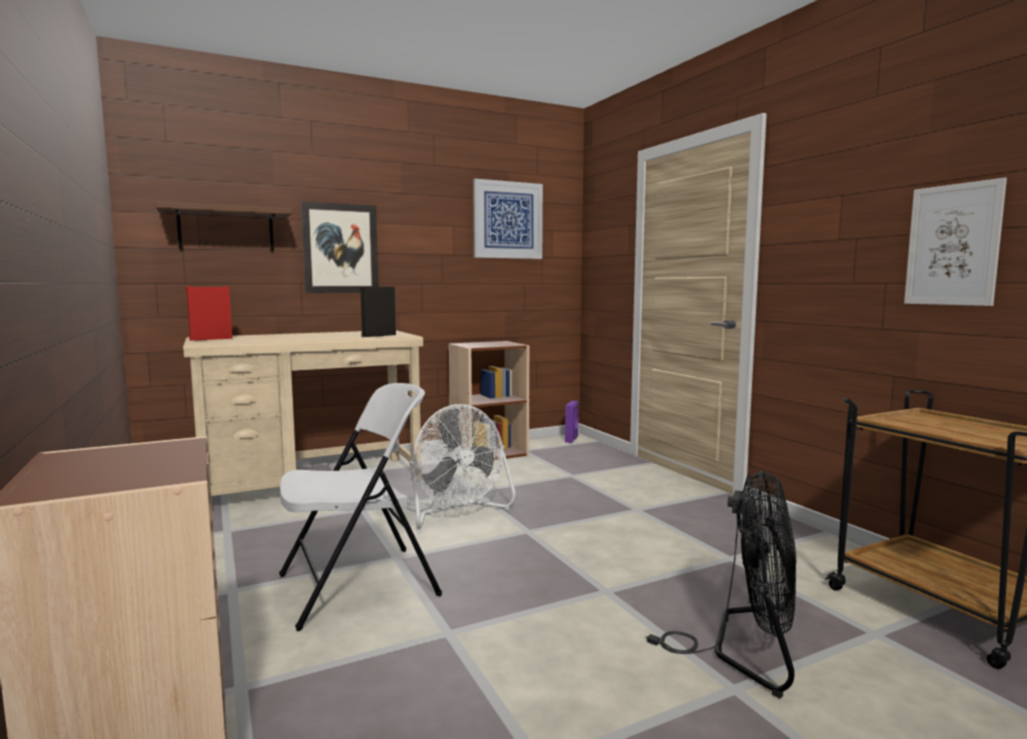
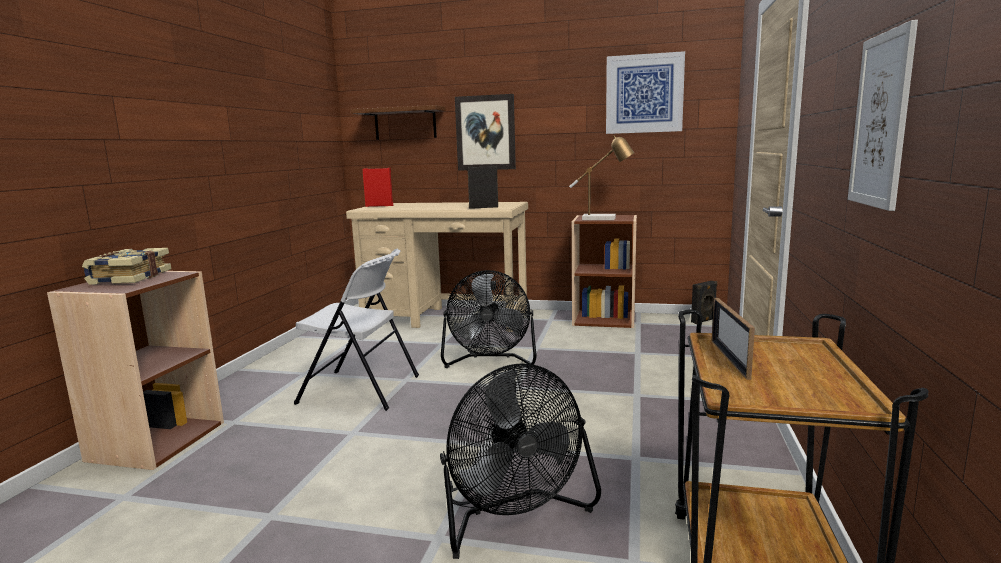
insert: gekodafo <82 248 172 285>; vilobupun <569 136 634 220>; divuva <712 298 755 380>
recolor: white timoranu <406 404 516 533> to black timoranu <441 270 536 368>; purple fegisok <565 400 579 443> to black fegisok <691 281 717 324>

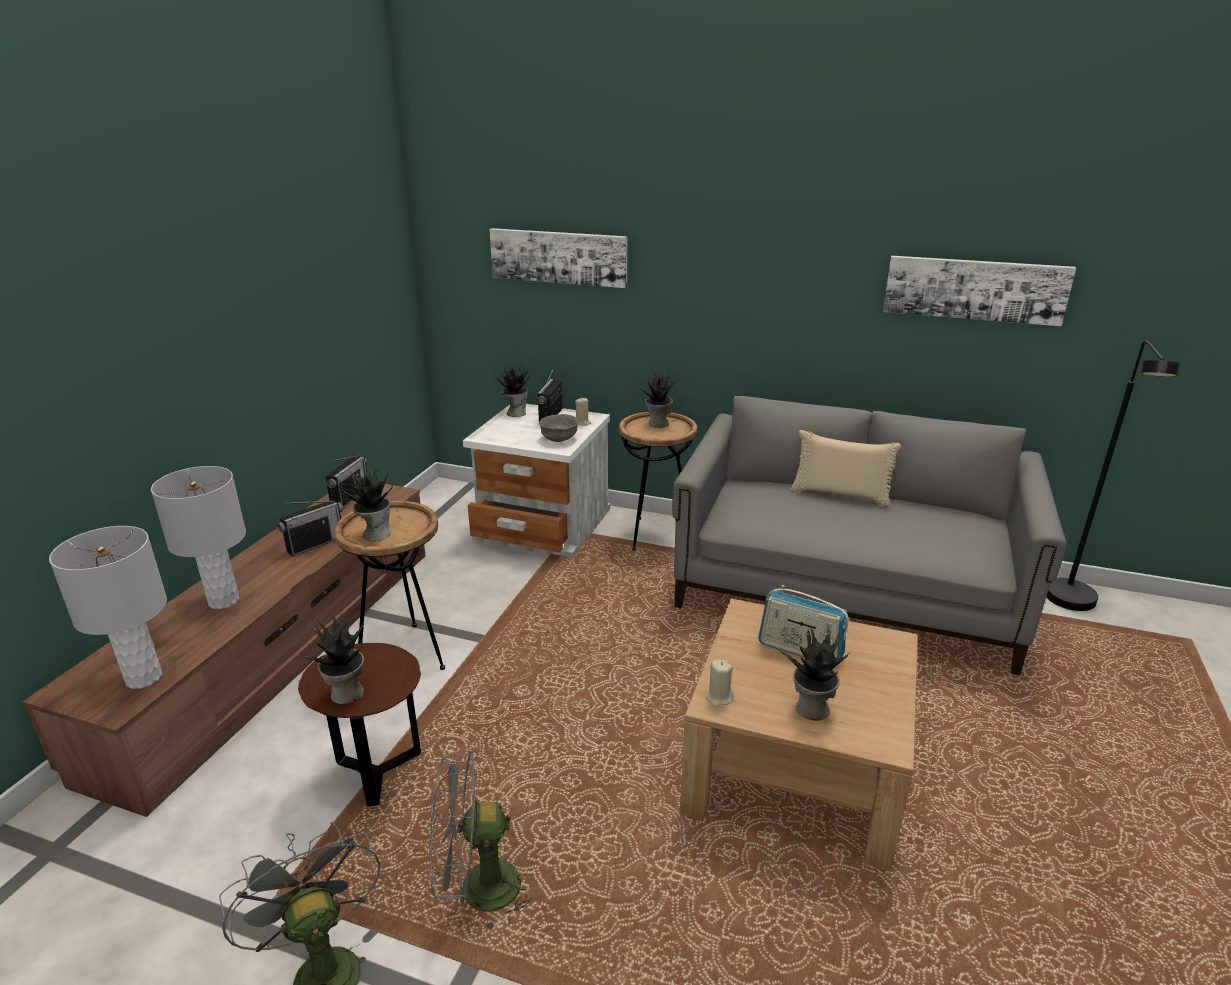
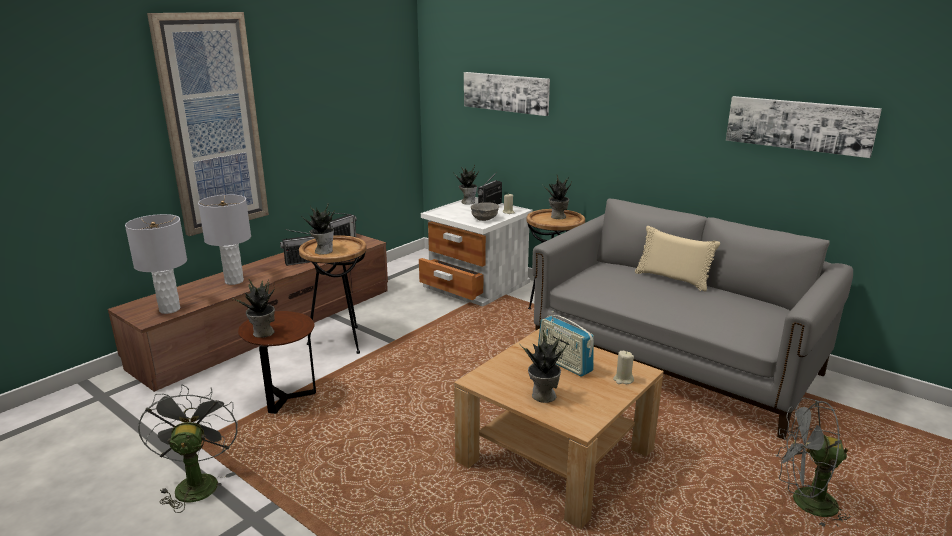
delete: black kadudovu <1046 340 1180 611>
insert: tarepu <147 12 269 236>
move: grey timoranu <429 752 532 933> to <776 398 851 527>; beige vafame <706 660 734 707> to <613 351 634 384>

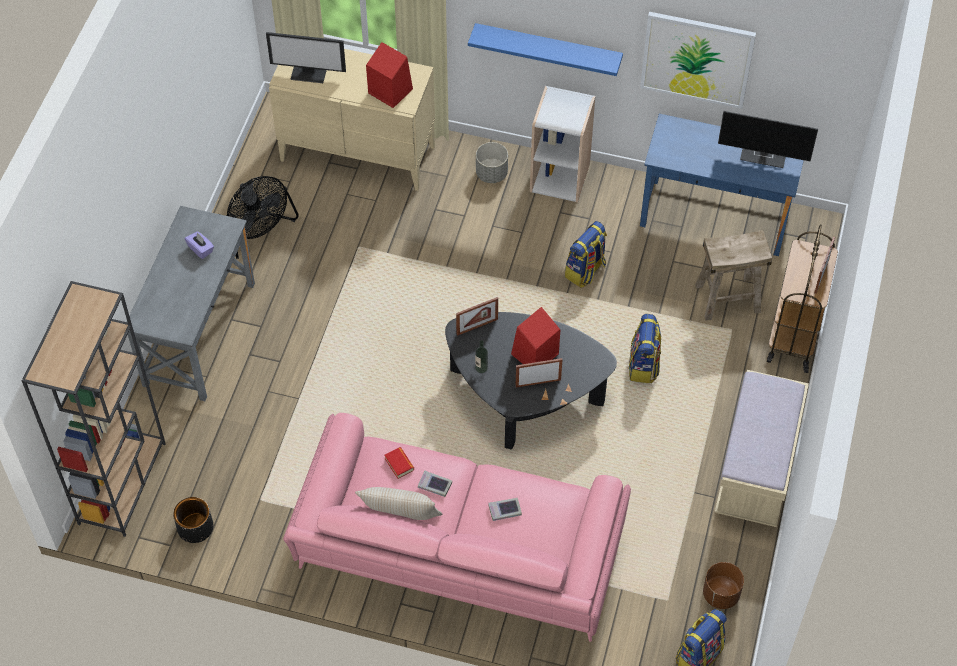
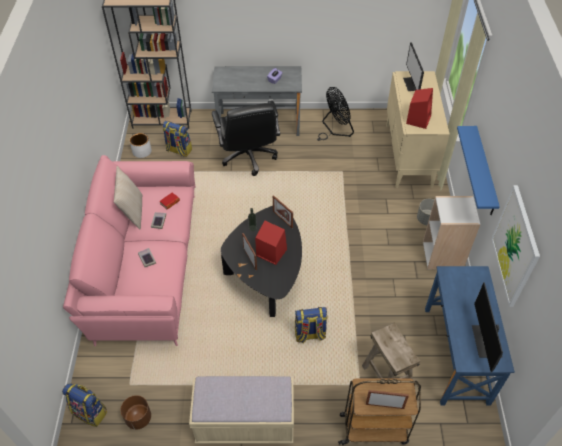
insert: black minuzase <212 100 280 176>
move: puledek <565 221 607 288> to <163 121 192 157>
recolor: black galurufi <173 497 213 543> to white galurufi <129 133 152 158>
rotate: black timoranu <220 176 299 259> = <317 87 354 141> 150 degrees counterclockwise

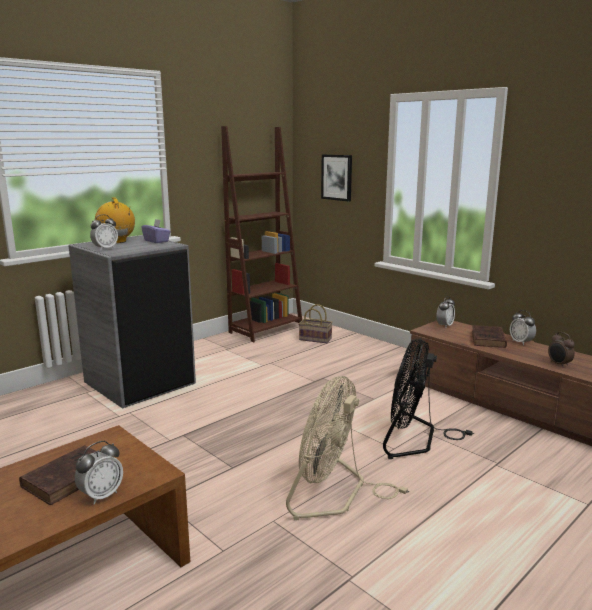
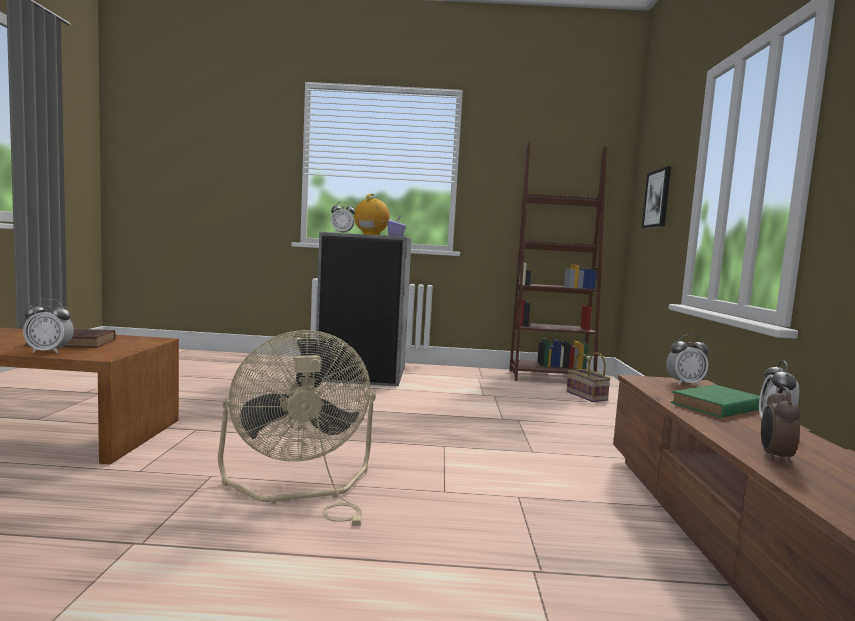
delete: black timoranu <383 338 474 460>
recolor: brown gekodafo <472 325 507 348> to green gekodafo <671 385 760 418>

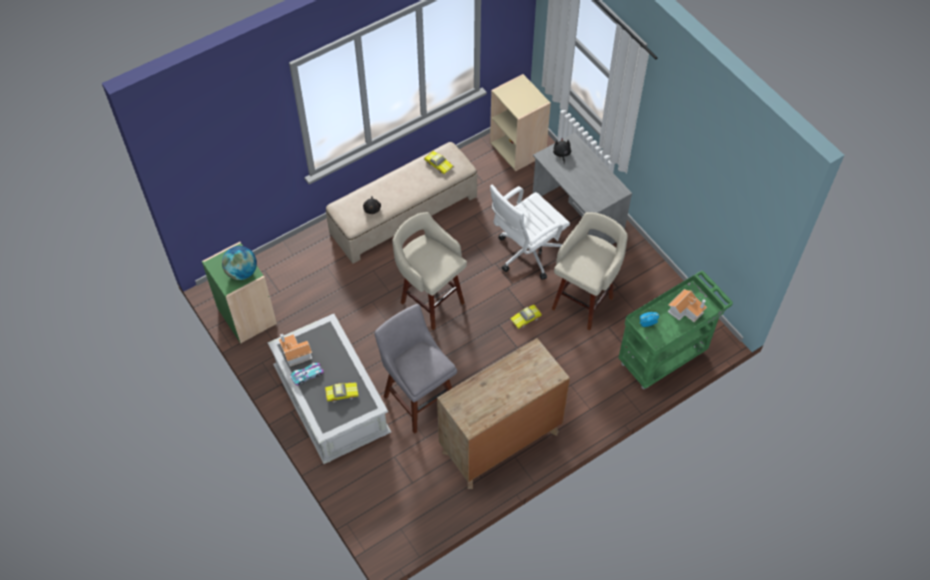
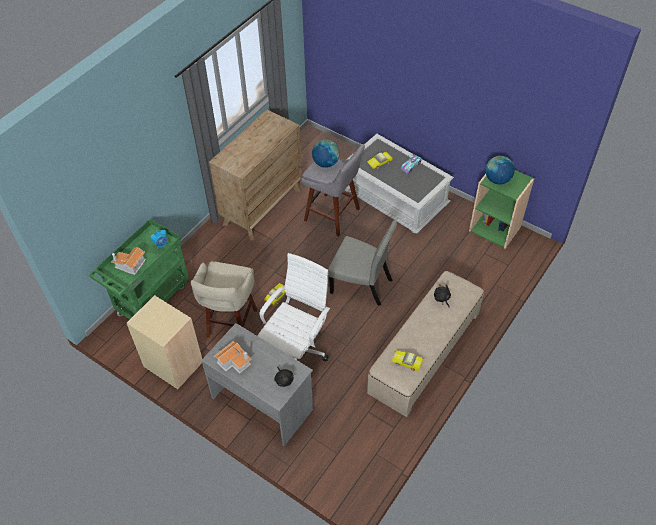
insert: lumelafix <312 140 340 168>
move: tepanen <279 334 312 367> to <214 341 252 374>; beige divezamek <490 74 551 171> to <127 295 202 389>
replace: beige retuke <392 212 467 331> to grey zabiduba <328 220 397 306>

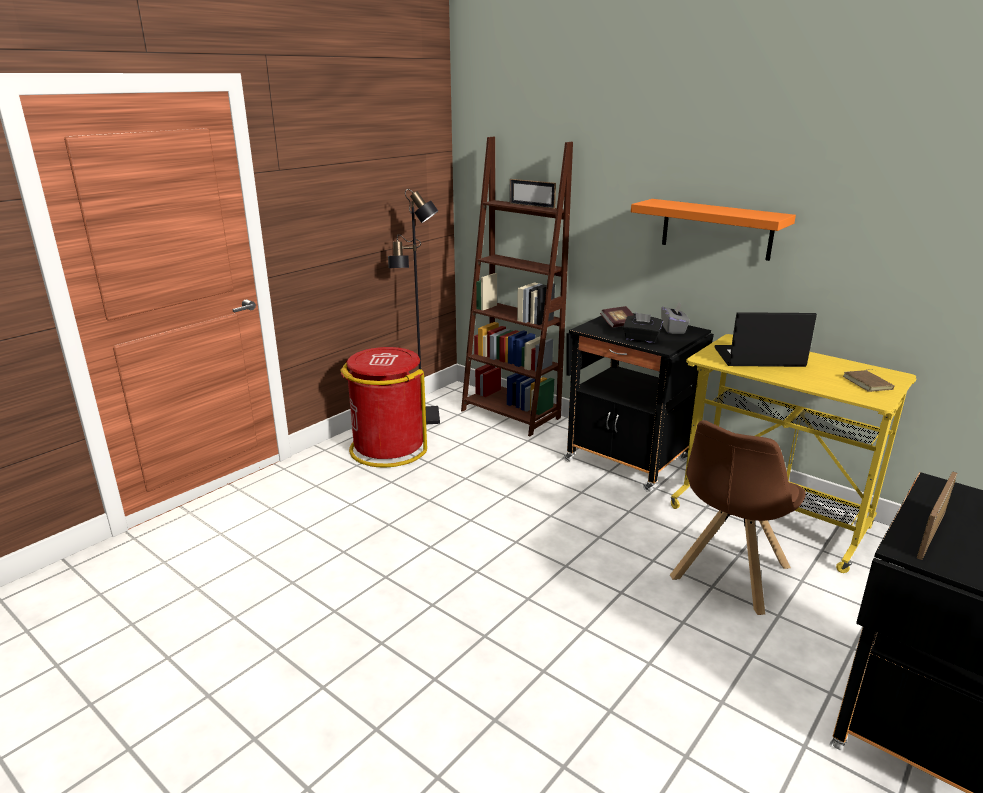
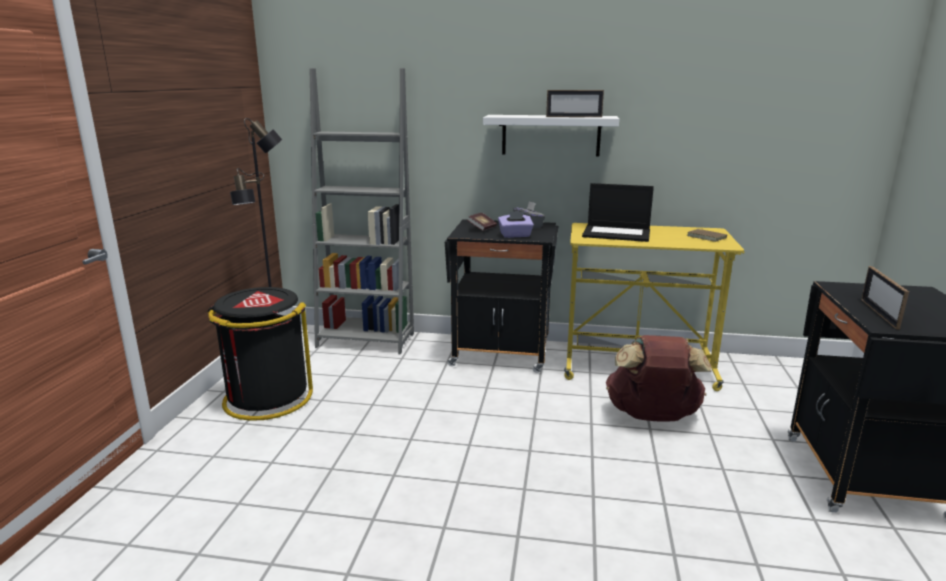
move: divuva <510 179 556 209> to <546 90 604 117>
replace: brown zabiduba <670 420 806 615> to brown puledek <606 335 712 422>
recolor: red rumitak <340 347 427 468> to black rumitak <207 287 313 421>; brown divezamek <461 137 573 436> to grey divezamek <309 68 414 354>; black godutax <623 312 663 343> to purple godutax <498 211 534 238>; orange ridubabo <631 199 796 261> to white ridubabo <483 115 619 156>
rotate: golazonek <715 312 817 367> = <582 183 654 242> 135 degrees counterclockwise

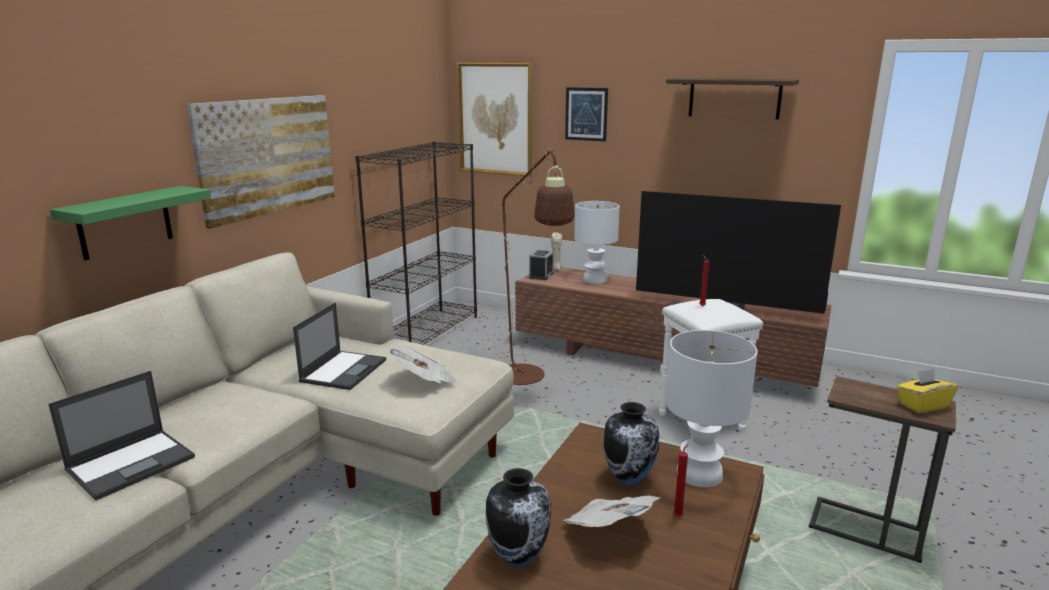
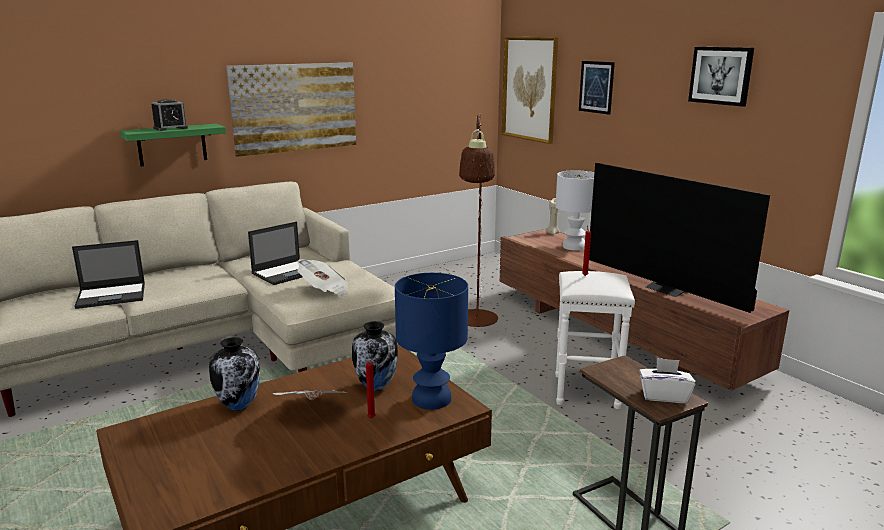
delete: black divezamek <355 142 477 345>
move: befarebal <529 250 554 280> to <151 99 188 131>
replace: ridubabo <666 78 799 119> to tarepu <688 47 754 107>
recolor: white vilobupun <666 330 758 487> to blue vilobupun <395 273 468 410>; yellow godutax <897 368 958 413> to white godutax <639 358 696 403>

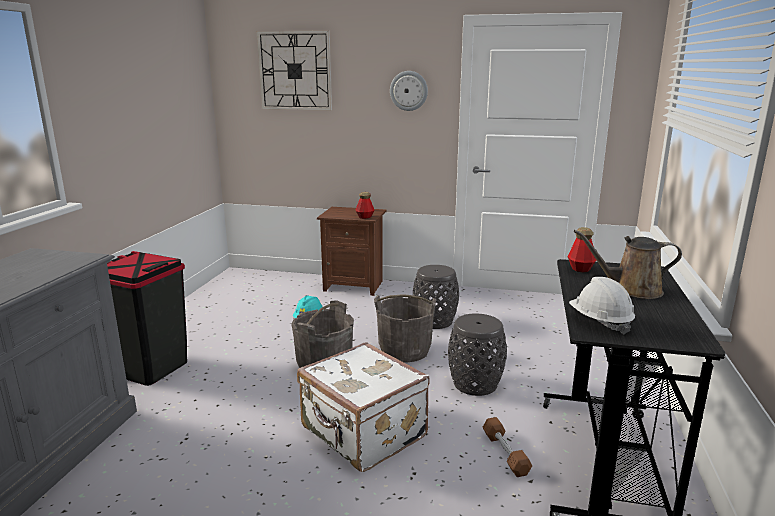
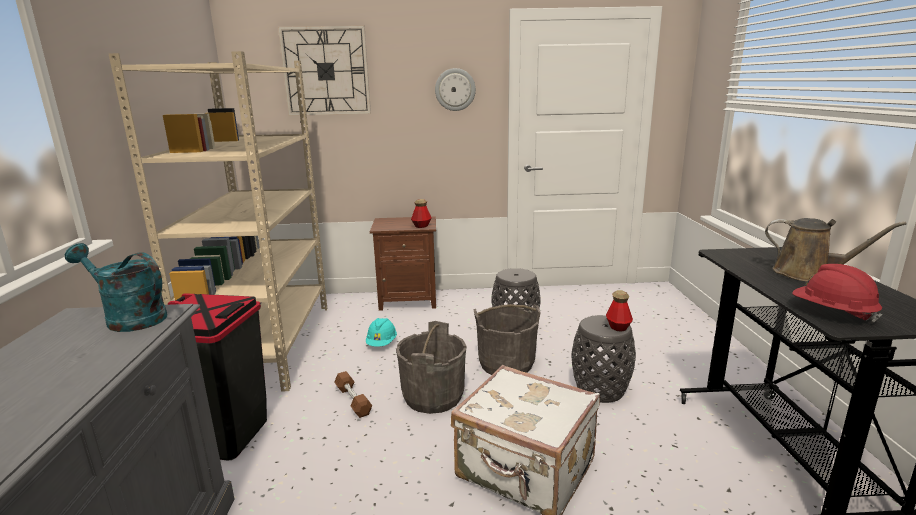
insert: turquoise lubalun <65 243 167 332>; beige divezamek <108 51 327 392>
move: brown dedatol <482 417 532 477> to <334 371 372 418>; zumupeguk <568 227 596 272> to <606 290 633 332>
recolor: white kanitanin <569 277 635 335> to red kanitanin <792 264 883 324>
rotate: brown lubalun <574 230 682 299> = <765 218 907 282> 135 degrees counterclockwise

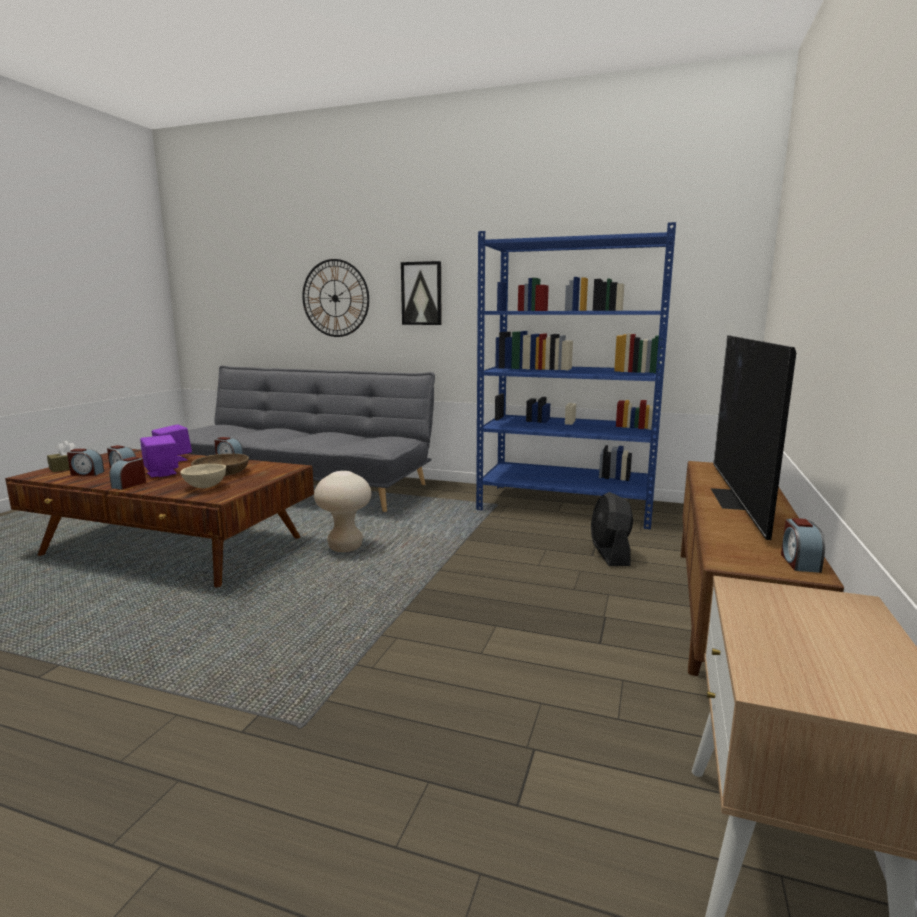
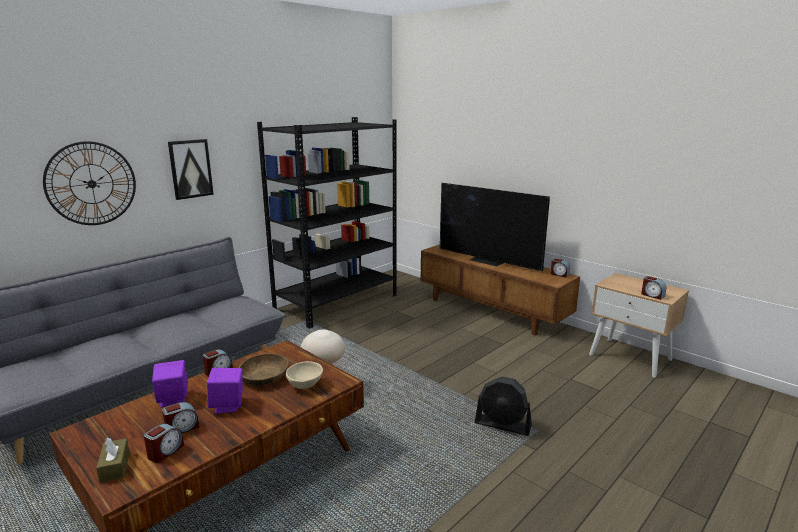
move: befarebal <109 457 146 490> to <641 276 666 300>; black timoranu <591 492 633 566> to <475 377 532 436>
recolor: blue divezamek <476 222 676 529> to black divezamek <257 117 396 329>

